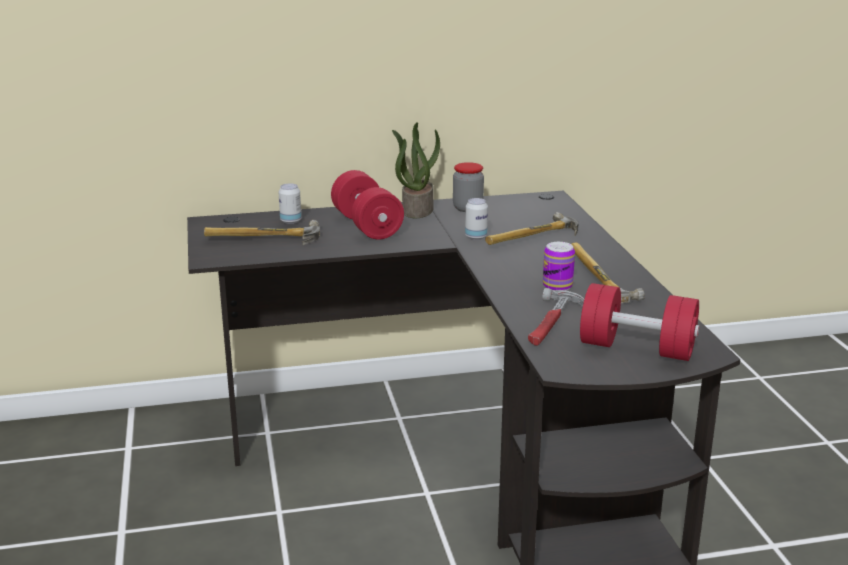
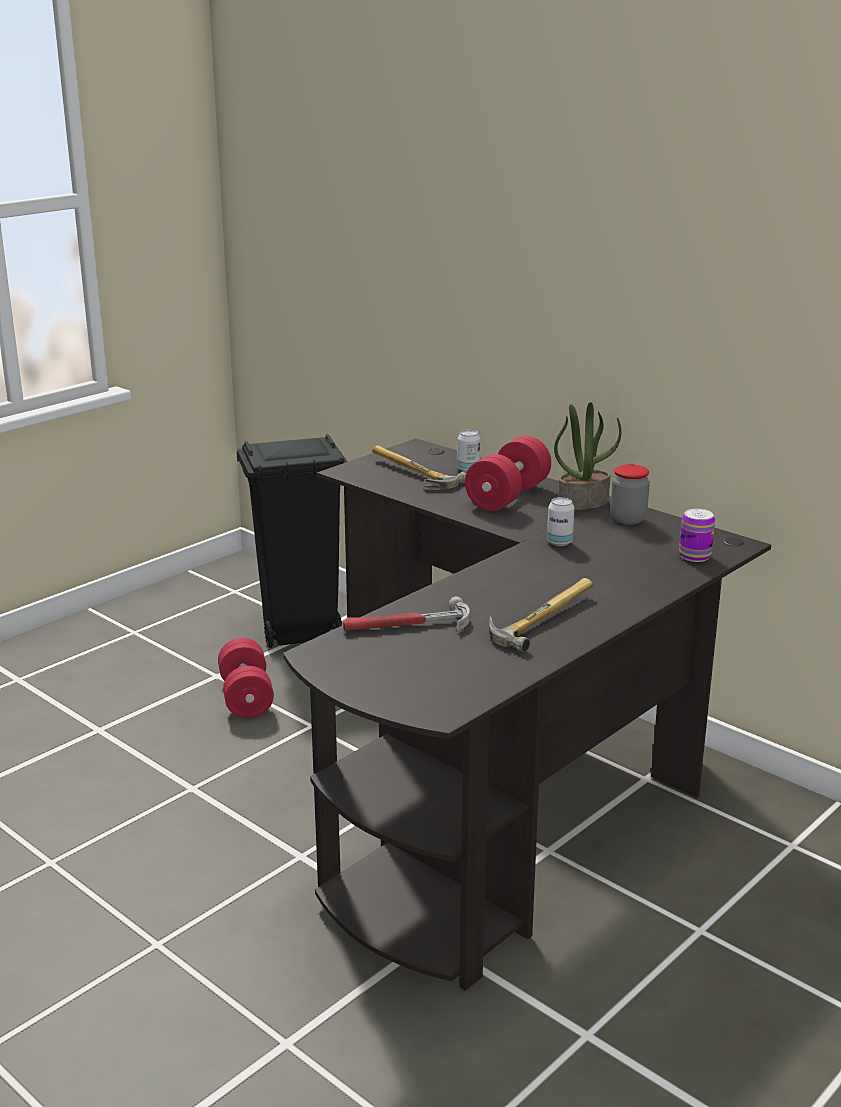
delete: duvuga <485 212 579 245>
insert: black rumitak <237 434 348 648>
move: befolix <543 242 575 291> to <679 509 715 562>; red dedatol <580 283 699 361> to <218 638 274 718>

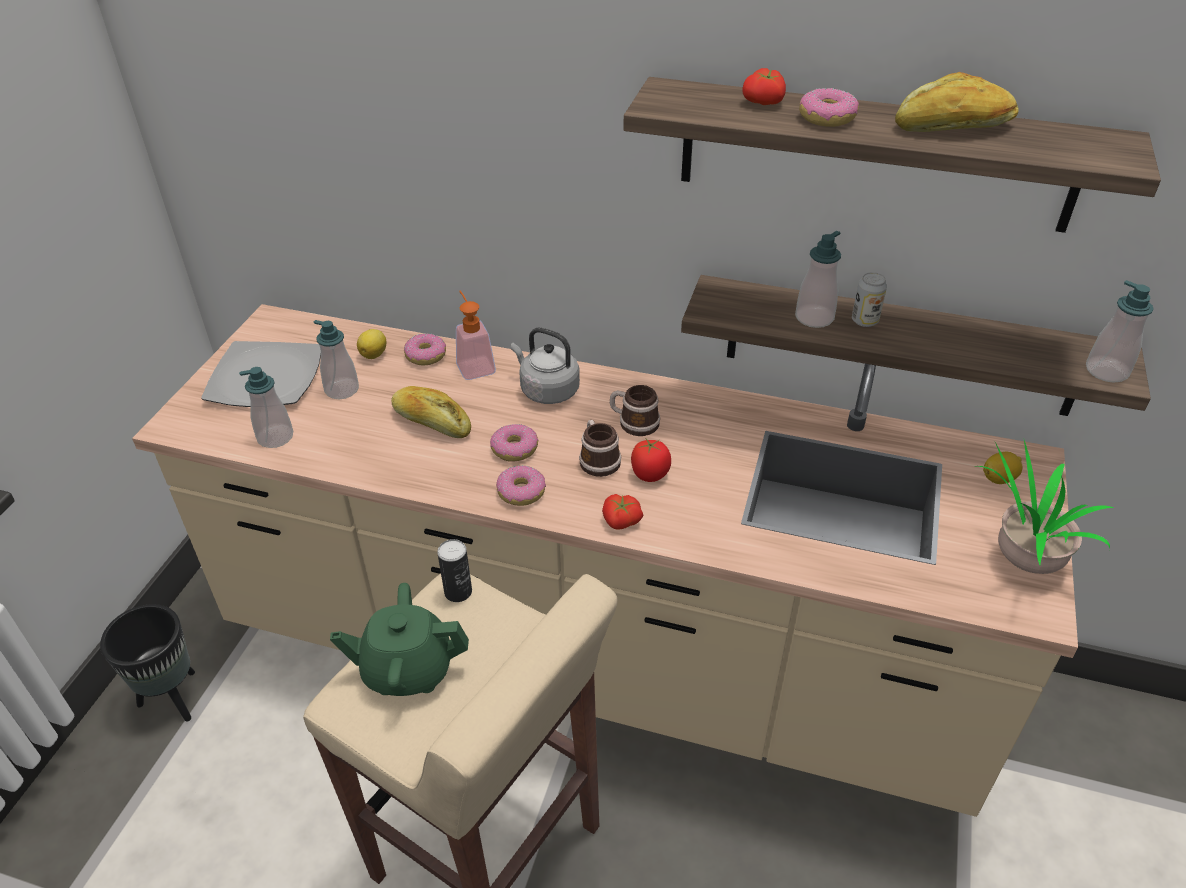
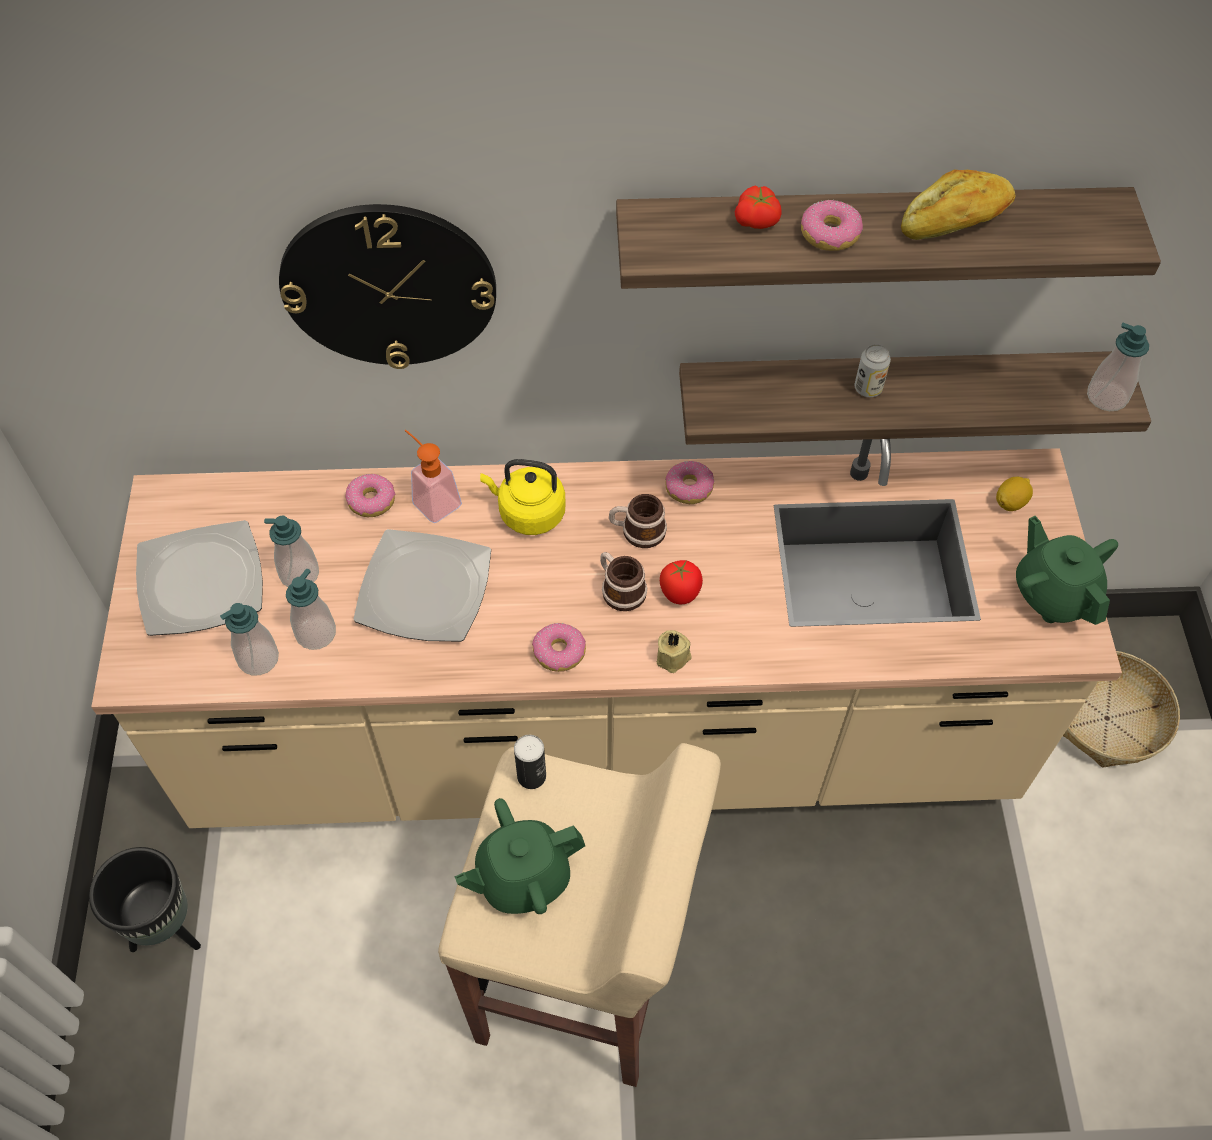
delete: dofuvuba <357 329 386 359>
insert: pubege <279 204 496 369>; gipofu <1063 651 1180 768>
move: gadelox <490 424 538 462> to <665 461 714 504>; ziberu <795 231 841 328> to <286 568 336 650>
replace: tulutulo <391 386 471 438> to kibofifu <354 529 491 642>; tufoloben <602 494 643 530> to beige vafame <657 630 691 673>; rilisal <976 440 1115 574> to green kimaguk <1016 516 1118 625>
recolor: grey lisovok <511 328 580 404> to yellow lisovok <480 459 566 535>

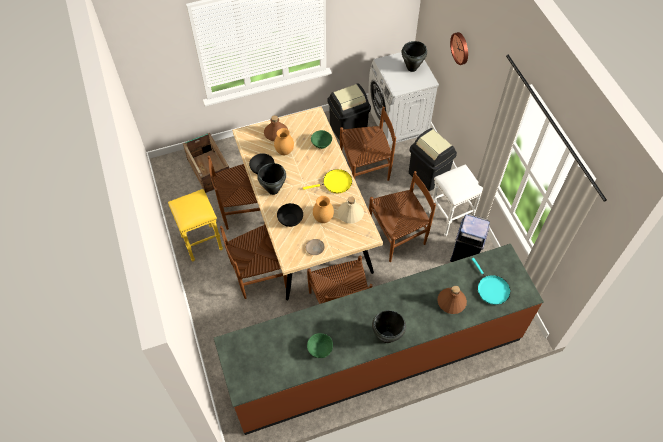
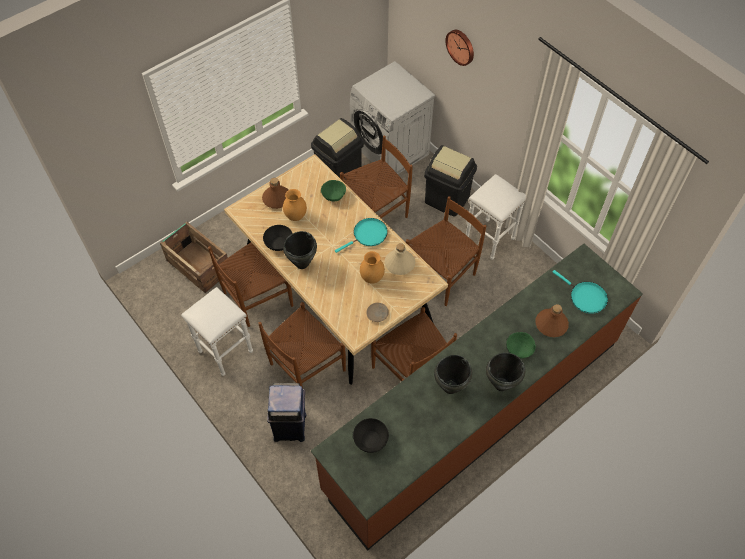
move: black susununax <277 203 303 227> to <353 418 389 453>; green susununax <307 333 333 358> to <506 332 536 359>; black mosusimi <402 41 427 72> to <434 355 472 394>; blue rumitak <450 214 490 262> to <267 383 306 442>
recolor: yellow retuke <168 189 223 261> to white retuke <181 287 253 376>; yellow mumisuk <303 169 352 193> to turquoise mumisuk <335 218 388 253>

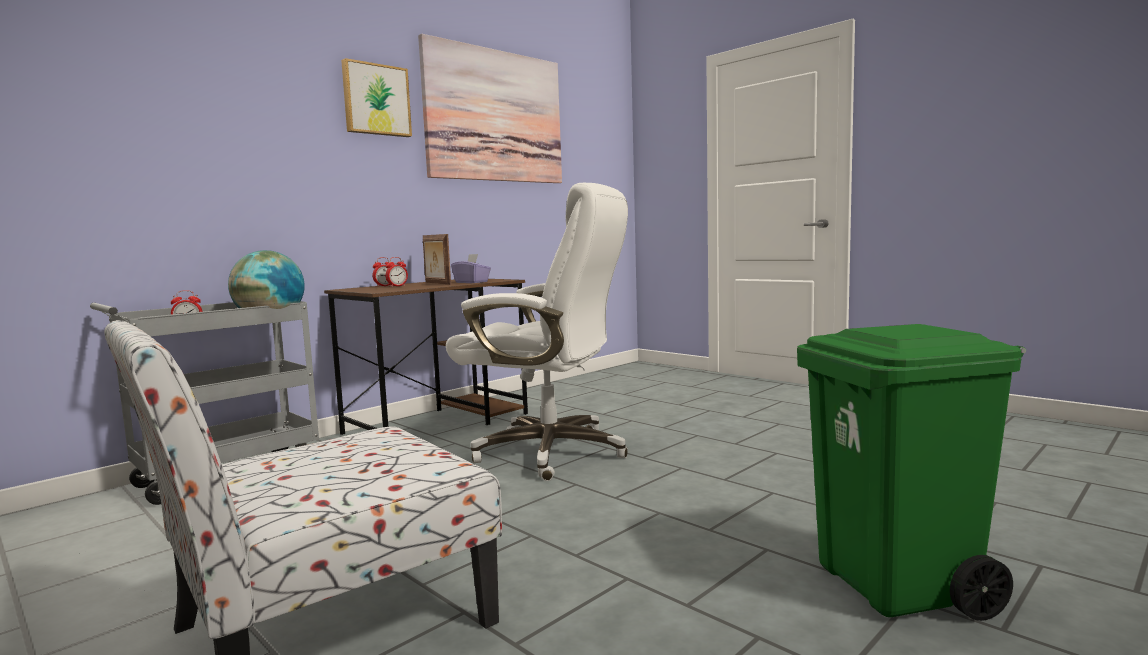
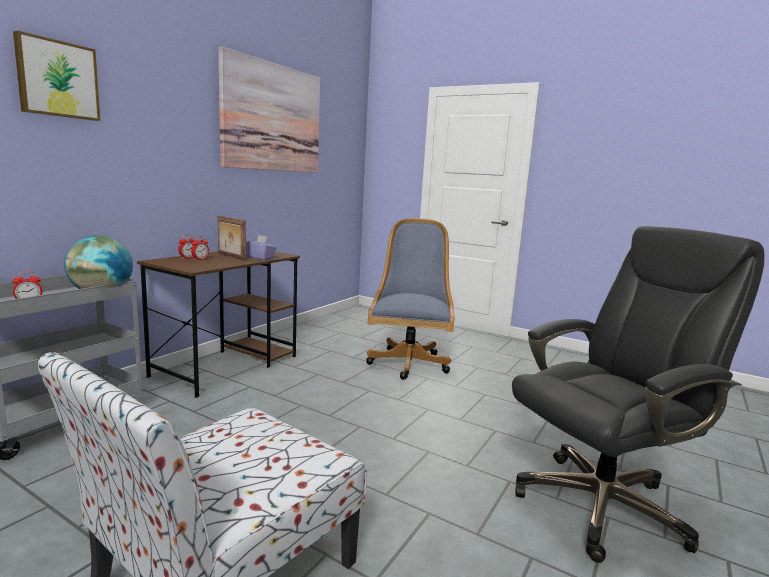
delete: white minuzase <446 183 628 481>
insert: blue minuzase <366 218 455 380>
move: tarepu <341 58 412 137> to <13 30 100 121>
replace: green rumitak <797 324 1026 621> to black minuzase <512 226 765 563>

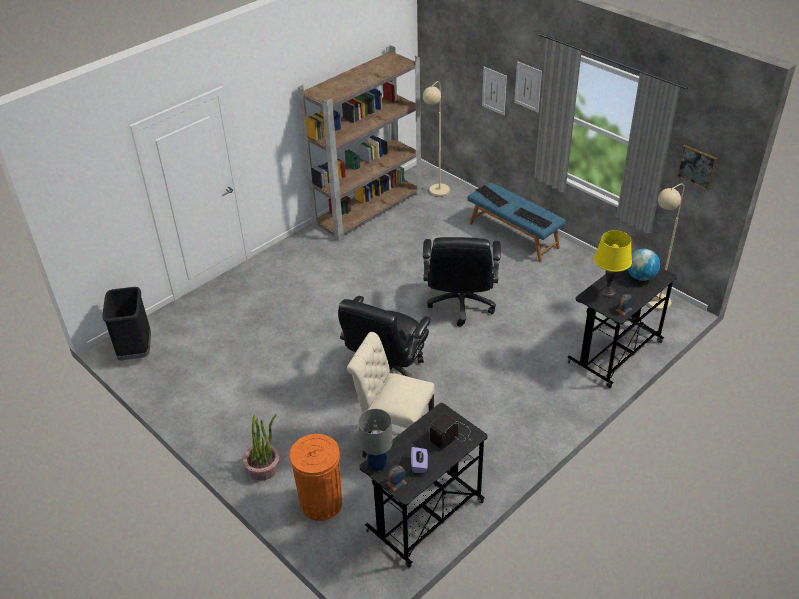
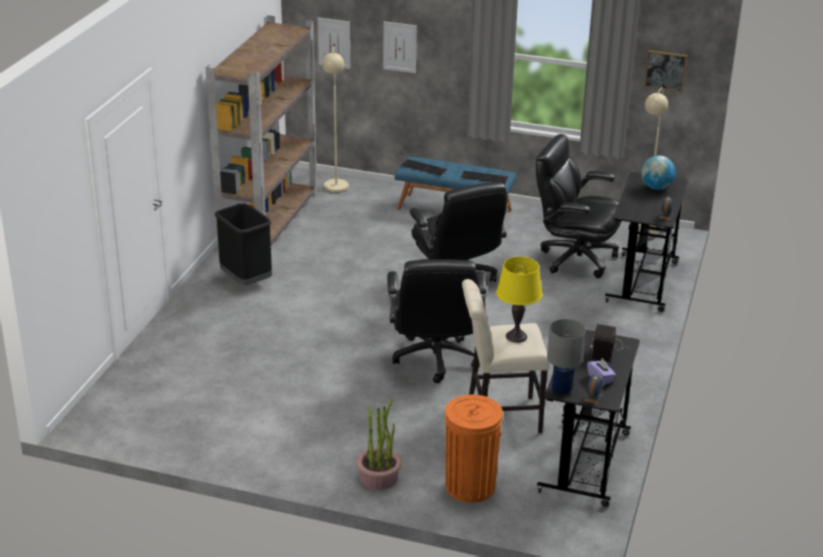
insert: black minuzase <536 134 621 278>
move: black rumitak <102 287 151 360> to <215 203 272 285>; tarepu <514 61 542 112> to <318 18 350 69>; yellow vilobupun <594 230 632 298> to <496 257 543 343>

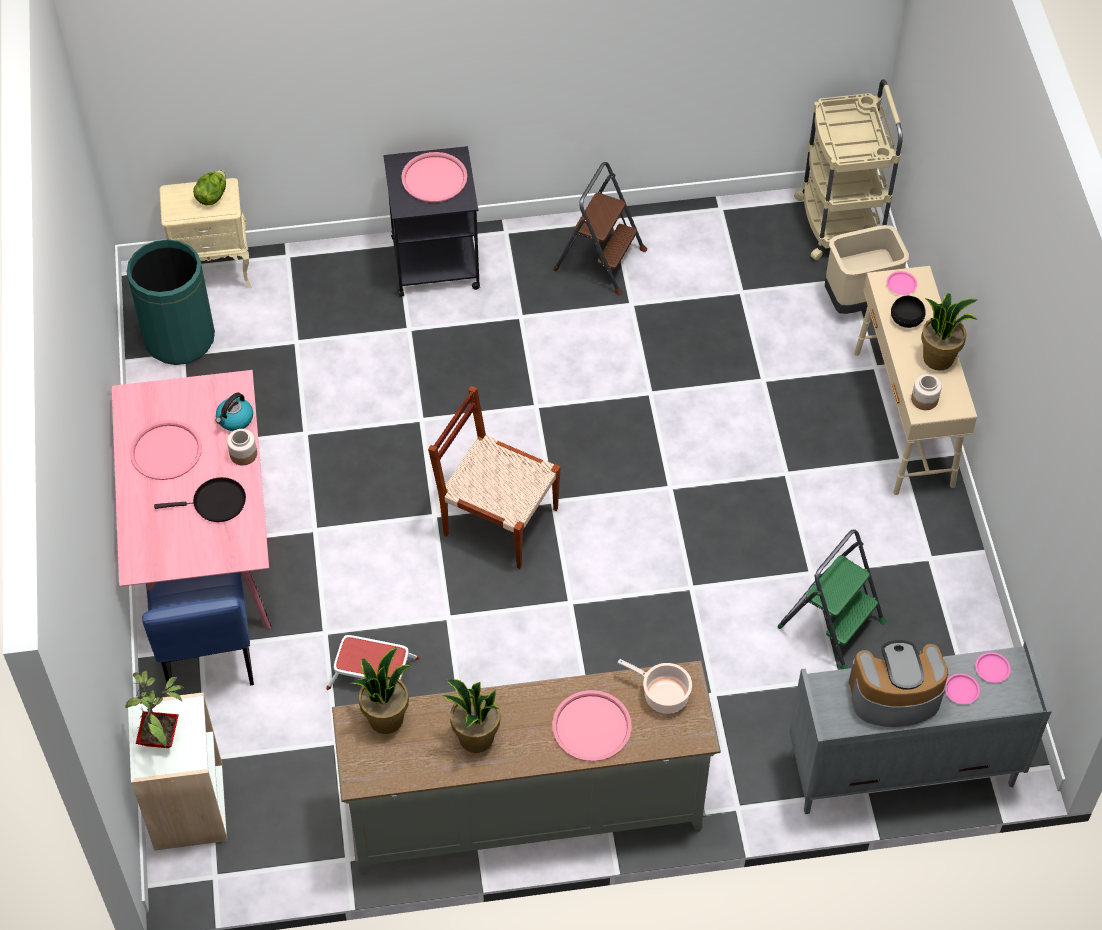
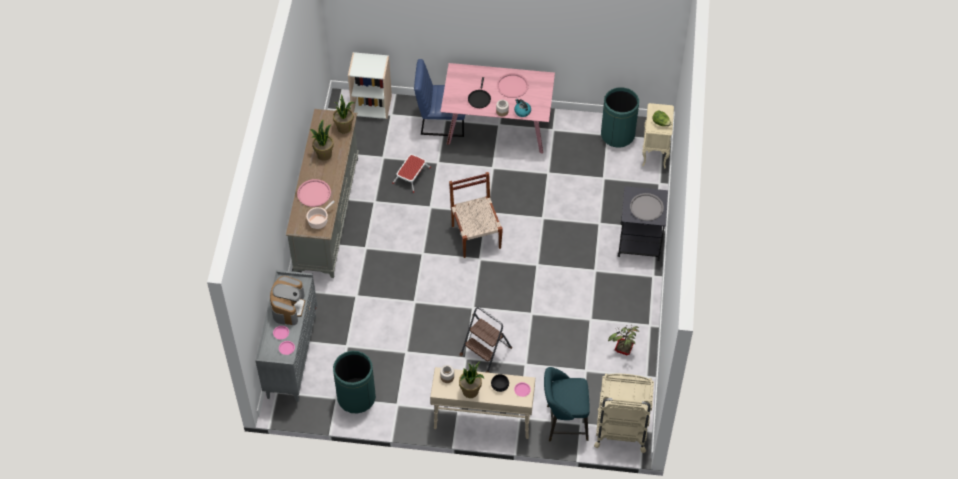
delete: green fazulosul <777 529 887 669>
insert: green rumitak <333 351 376 414>
move: rilisal <125 671 184 748> to <608 326 639 355>; brown fazulosul <554 162 647 296> to <459 307 512 373>
replace: beige rumitak <825 225 909 314> to turquoise retuke <544 367 590 441>
recolor: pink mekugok <401 152 467 202> to grey mekugok <630 193 664 221>
rotate: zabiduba <428 386 560 569> = <449 172 503 258> 60 degrees counterclockwise

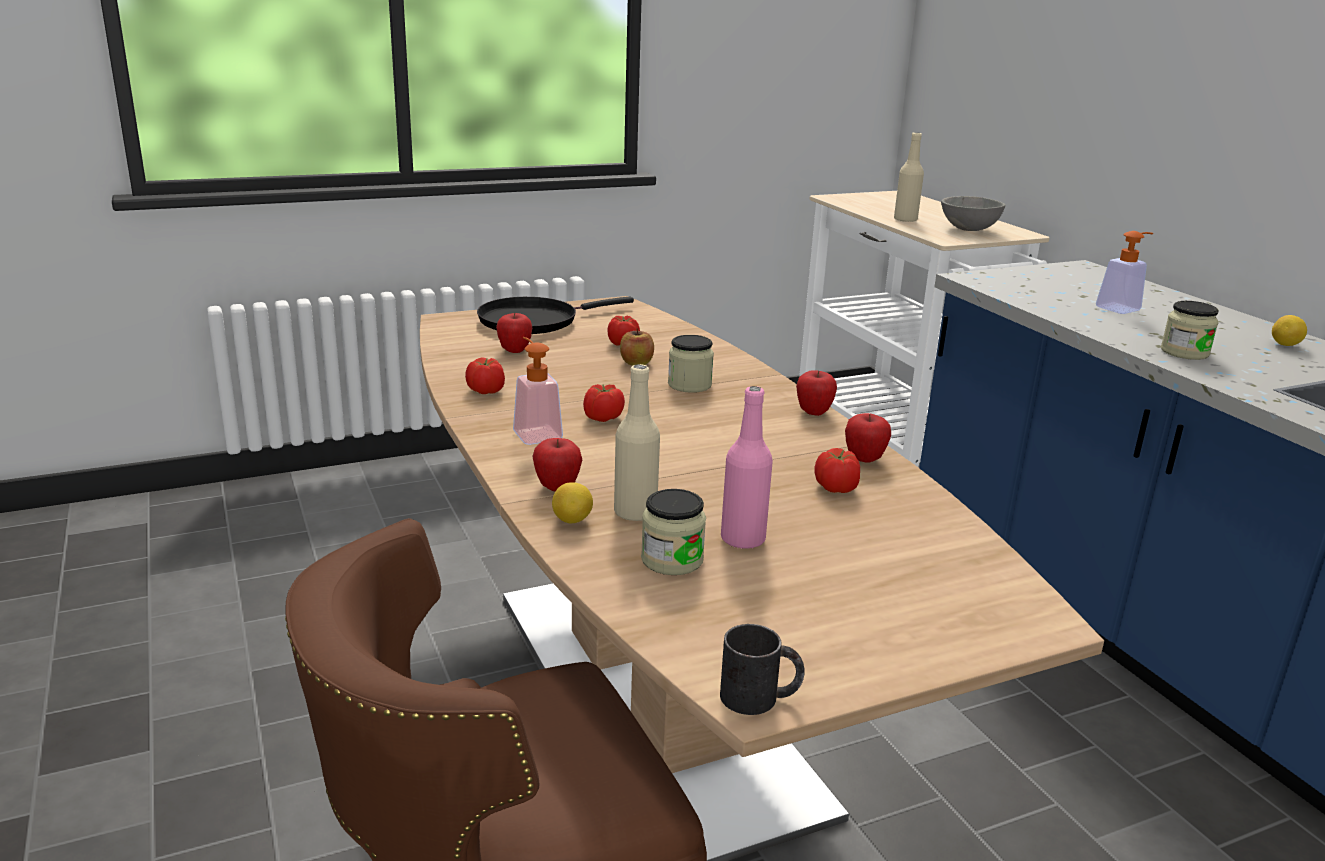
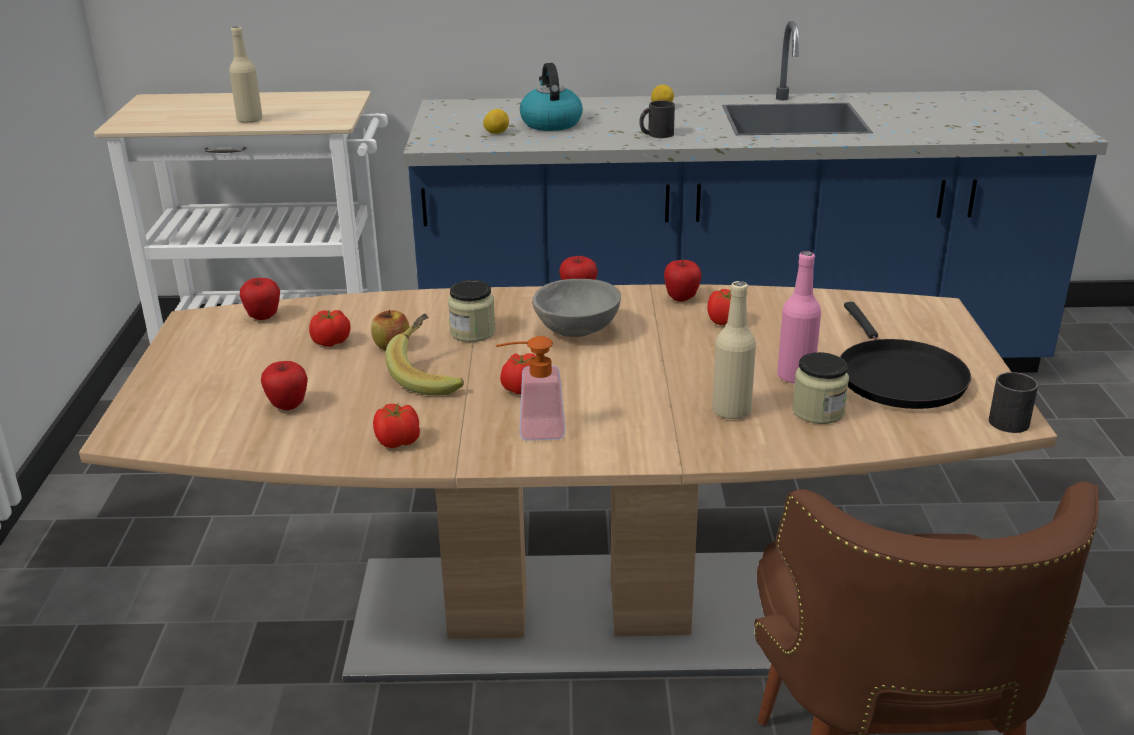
insert: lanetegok <385 314 464 396>
move: black mumisuk <477 297 634 334> to <840 302 971 409>; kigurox <532 438 582 491> to <240 278 280 320>; dofuvuba <552 482 593 523> to <483 109 509 134>; grey susununax <941 196 1005 231> to <532 279 621 337>
replace: ziberu <1096 231 1153 314> to lisovok <520 63 583 131>; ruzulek <1161 301 1219 360> to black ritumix <639 100 675 138>

